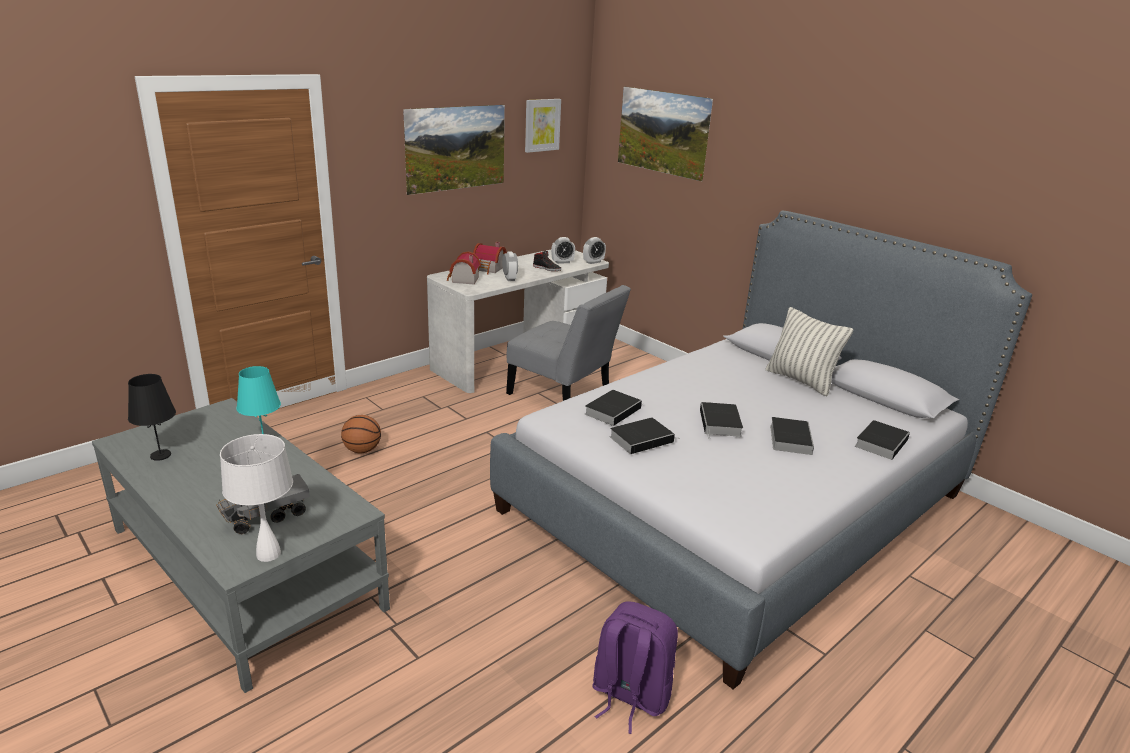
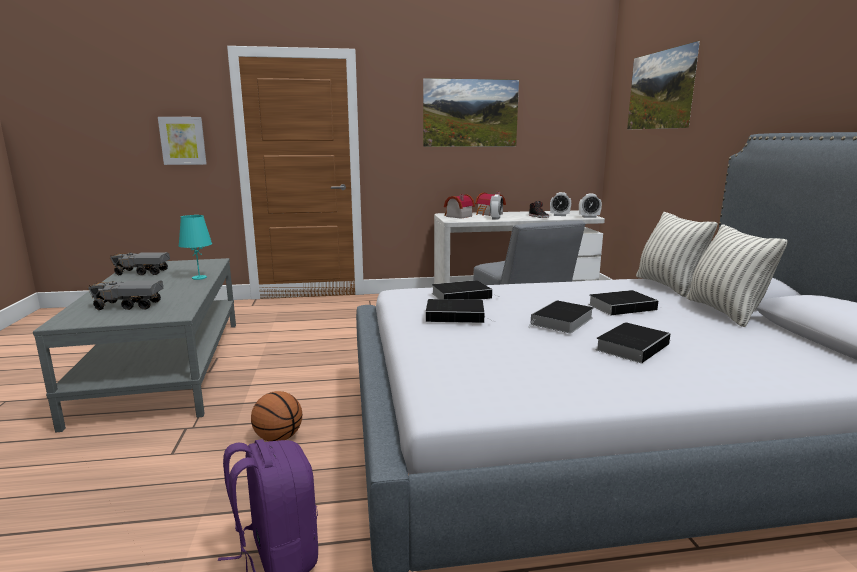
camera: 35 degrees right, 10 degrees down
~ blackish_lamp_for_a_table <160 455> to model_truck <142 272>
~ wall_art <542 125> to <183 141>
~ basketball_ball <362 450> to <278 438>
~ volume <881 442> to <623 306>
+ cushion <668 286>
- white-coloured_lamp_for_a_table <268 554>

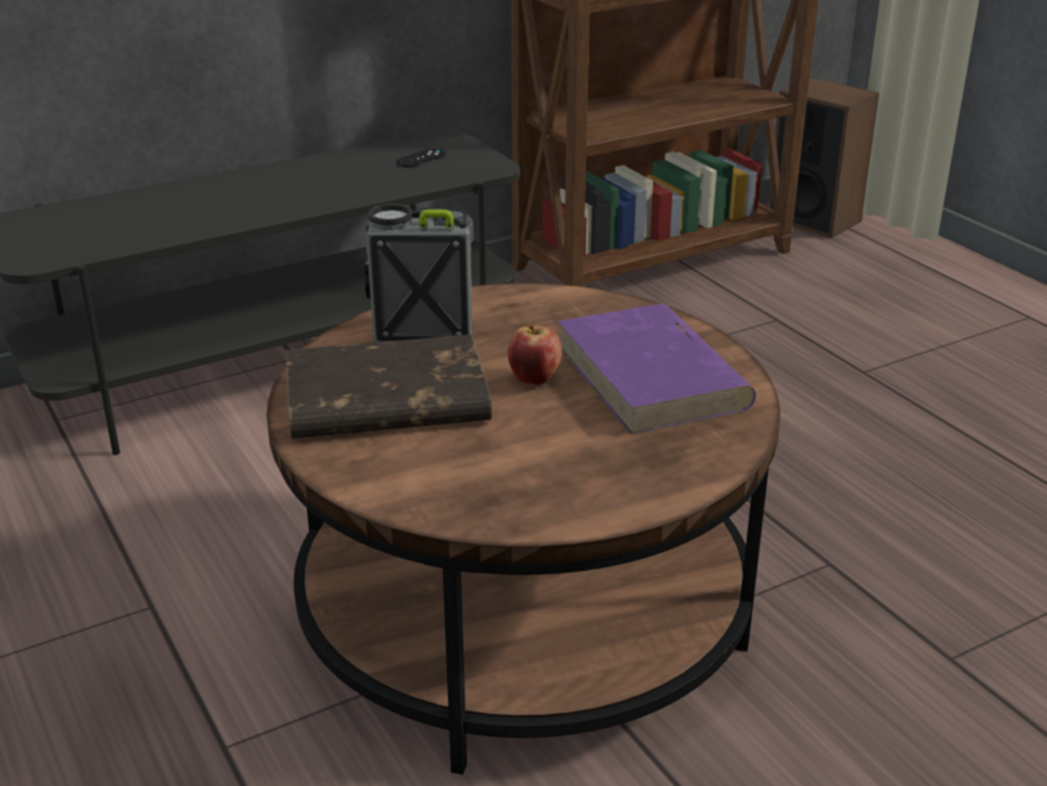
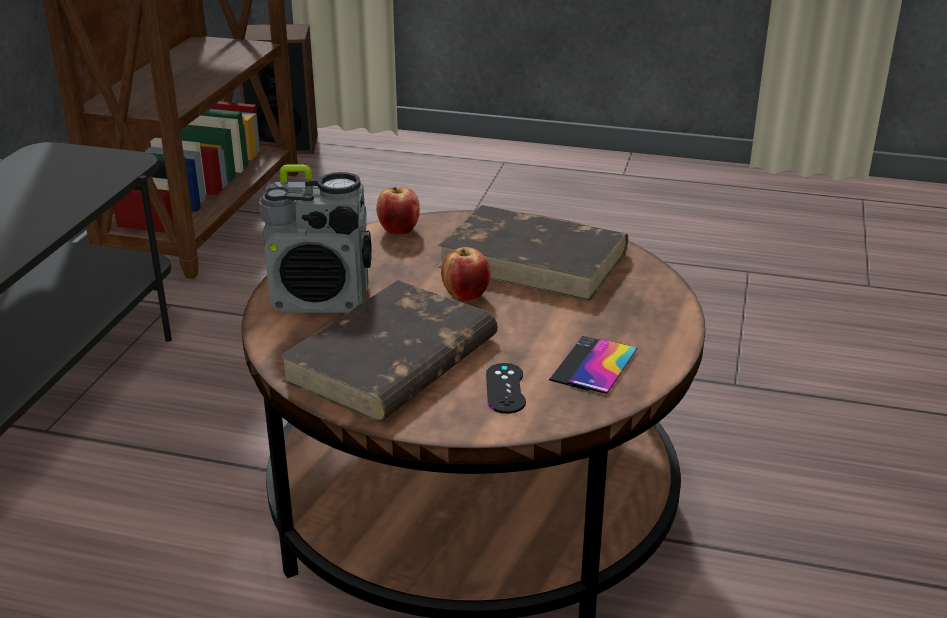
camera: 45 degrees left, 0 degrees up
~ radio <423 330> = <321 299> 135 degrees counterclockwise
+ whole_apple <399 231>
~ purple_volume <652 377> to brownish_volume <535 260>
~ blackish_game_controller <421 158> to <505 388>
+ telephone <594 365>

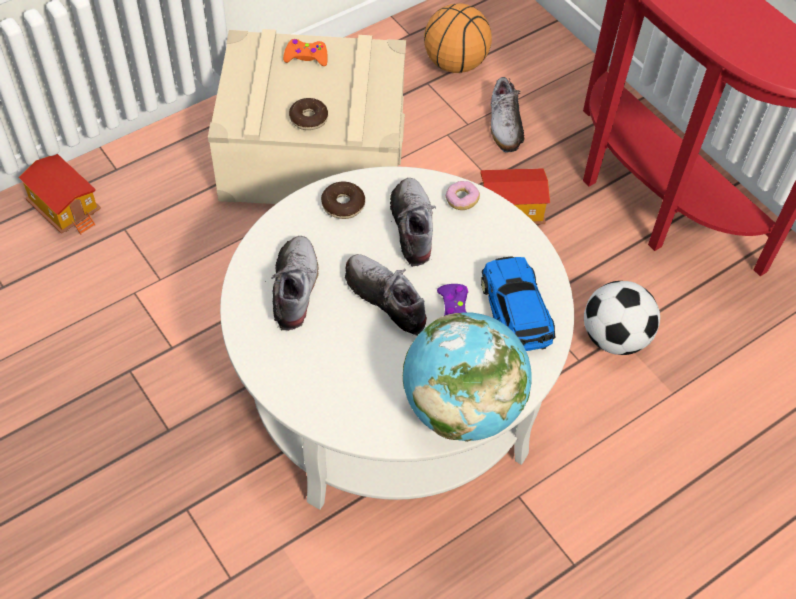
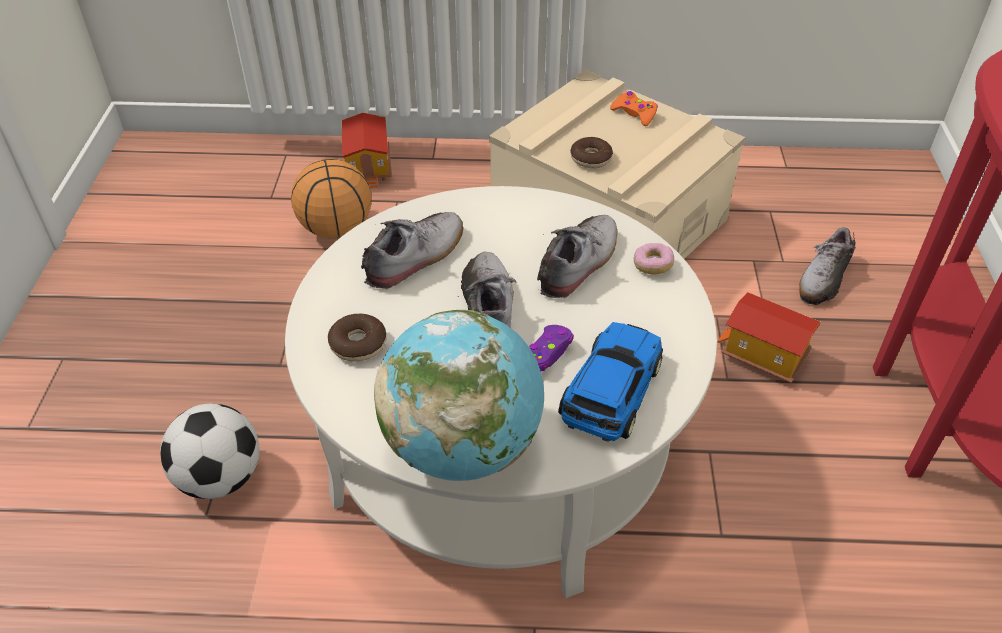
camera: 40 degrees right, 10 degrees down
~ football <614 337> to <220 478>
~ basketball_ball <455 64> to <335 229>
~ doughnut <343 205> to <358 344>

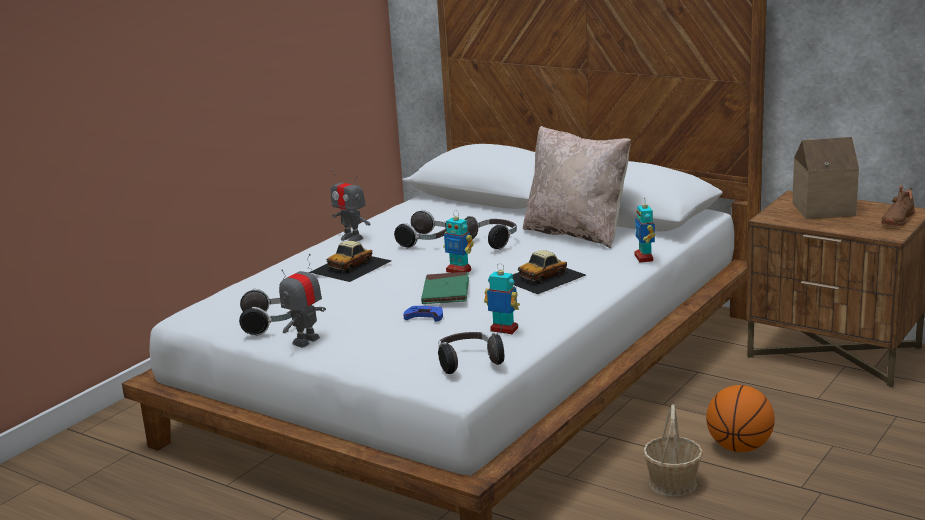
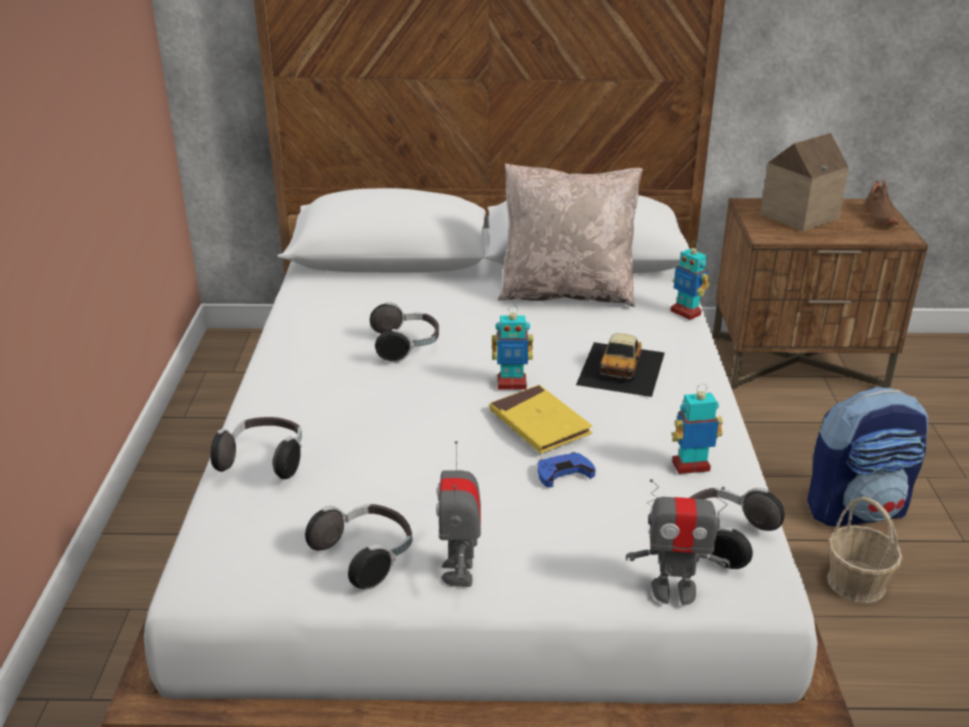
camera: 35 degrees left, 10 degrees up
~ headphones <492 241> to <264 460>
~ greenish_volume <446 292> to yellow-coloured_volume <539 423>
~ model_robot <351 238> to <674 591>
~ basketball_ball <739 447> to knapsack <856 509>
- toy_car <351 266>

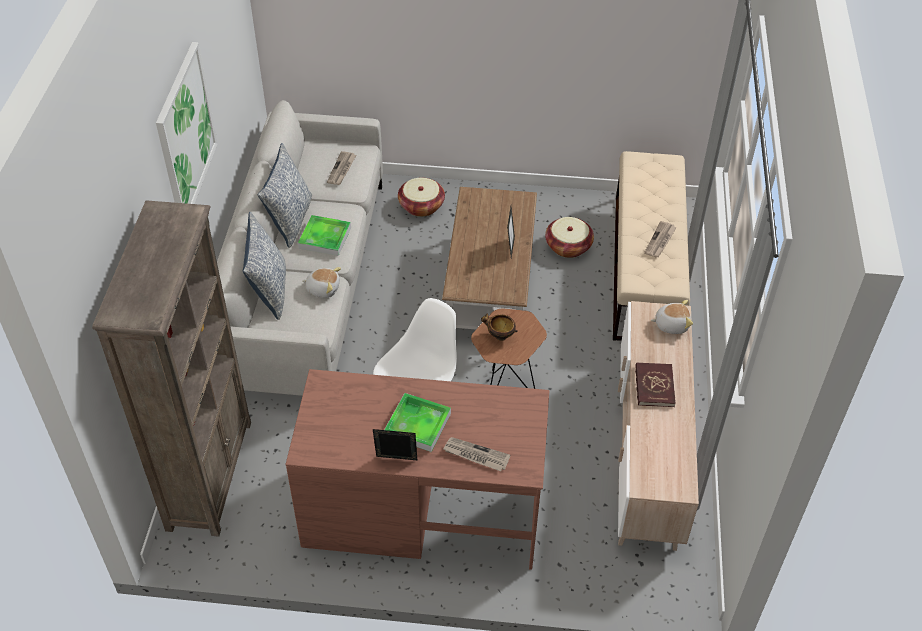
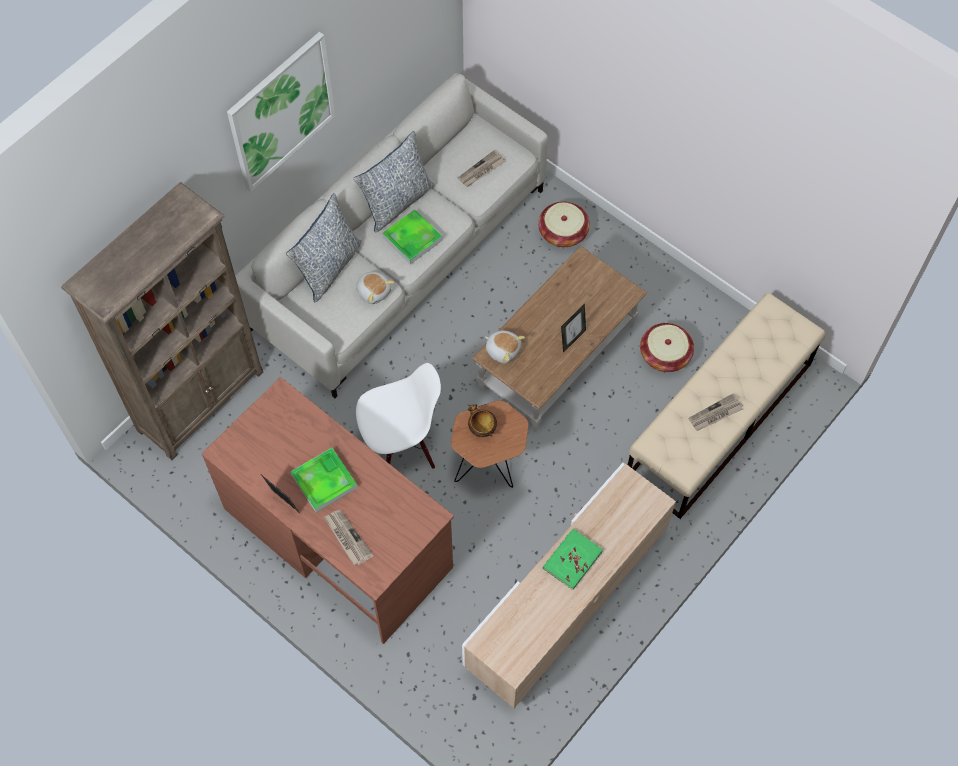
camera: 35 degrees right, 15 degrees up
~ soft_toy <671 324> to <503 350>
~ red-coloured_volume <654 386> to greenish_volume <572 560>

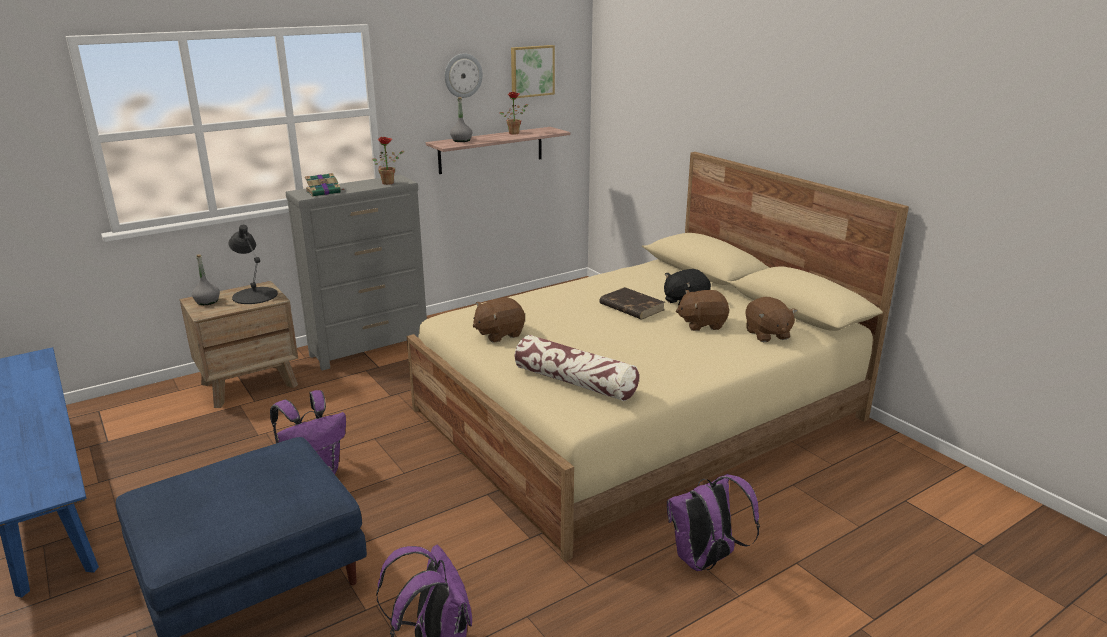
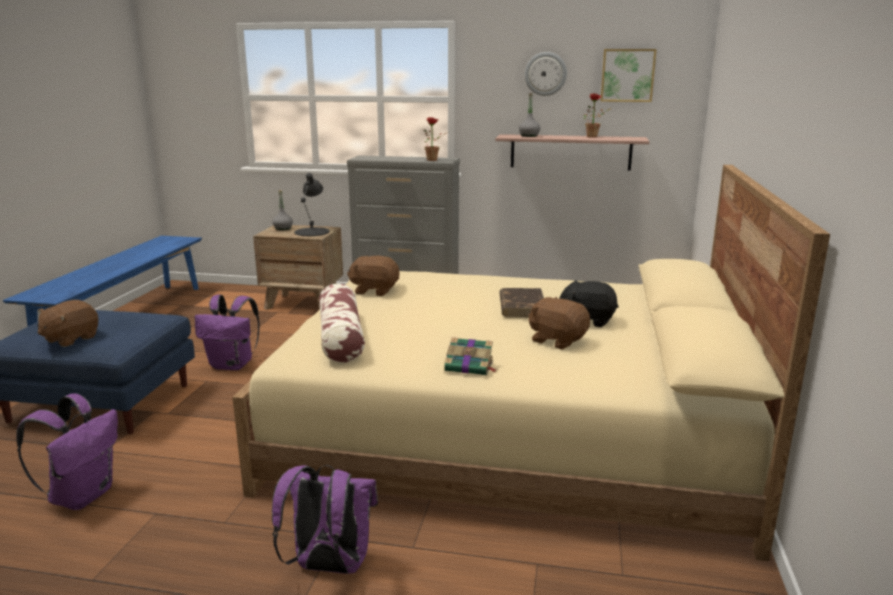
camera: 45 degrees right, 5 degrees down
~ brownish_soft_toy <767 334> to <70 339>
~ volume <324 192> to <470 366>

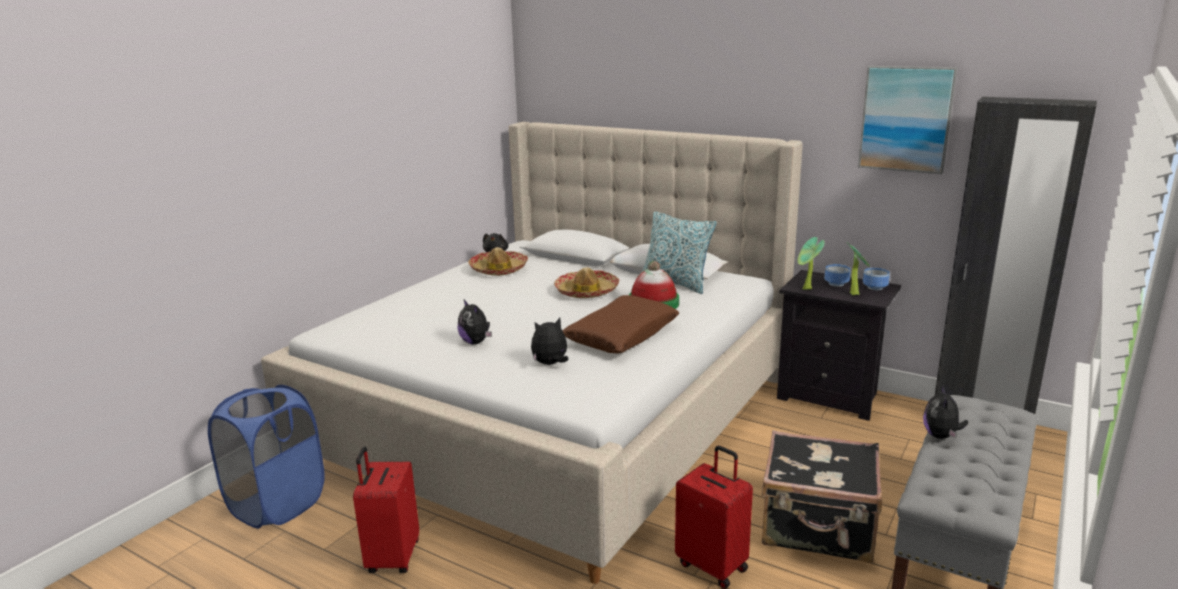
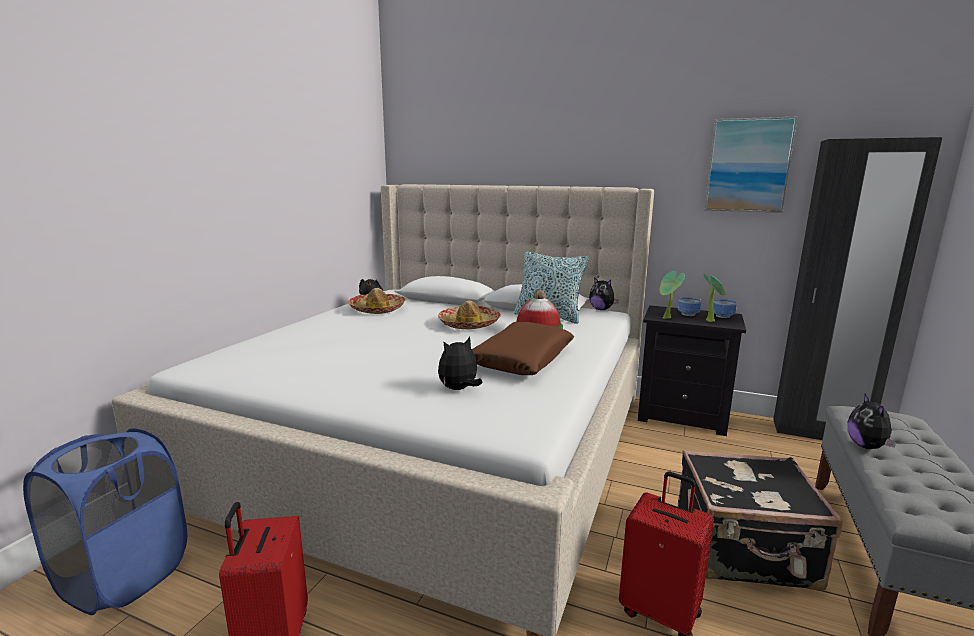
camera: 10 degrees left, 5 degrees down
~ soft_toy <476 342> to <601 309>

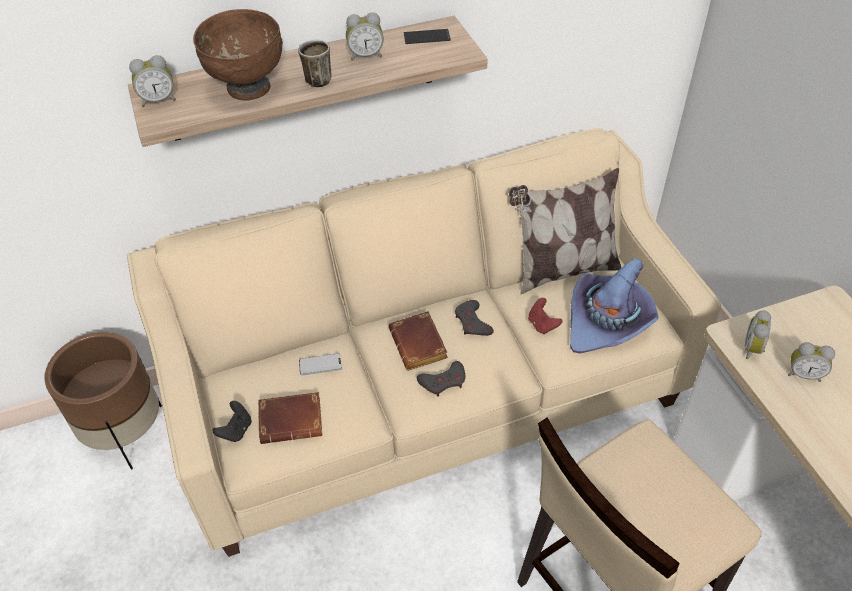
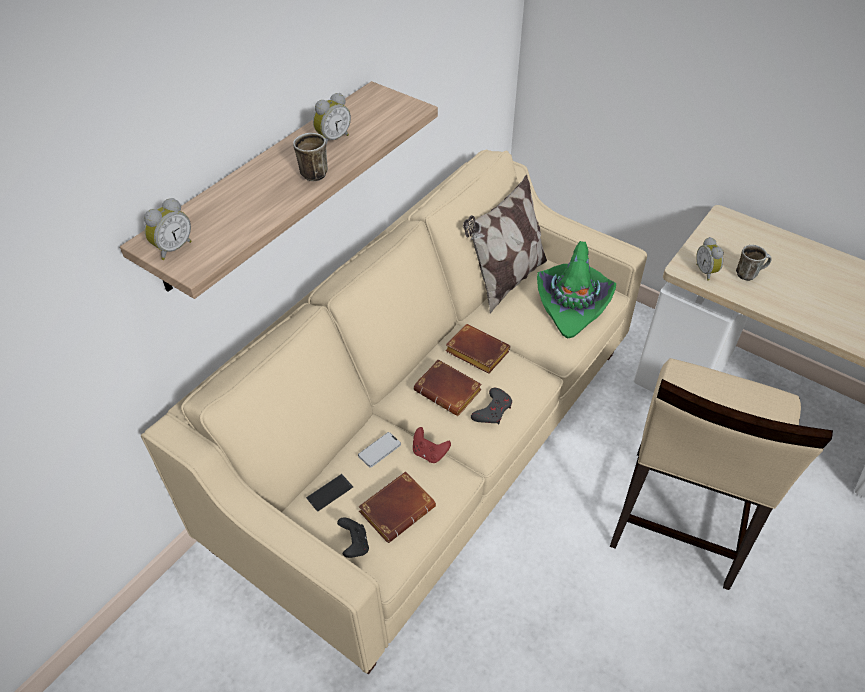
camera: 35 degrees left, 0 degrees up
~ telephone <427 37> to <329 492>
~ red-coloured_game_controller <542 324> to <429 453>
~ greyish_game_controller <472 322> to brownish_volume <475 352>
~ purple_wearable_hat <608 321> to greenish_wearable_hat <572 303>
~ bedside_clock <803 374> to mug <749 274>
- brownish_flower_pot <126 433>
- brownish_bowl <247 89>

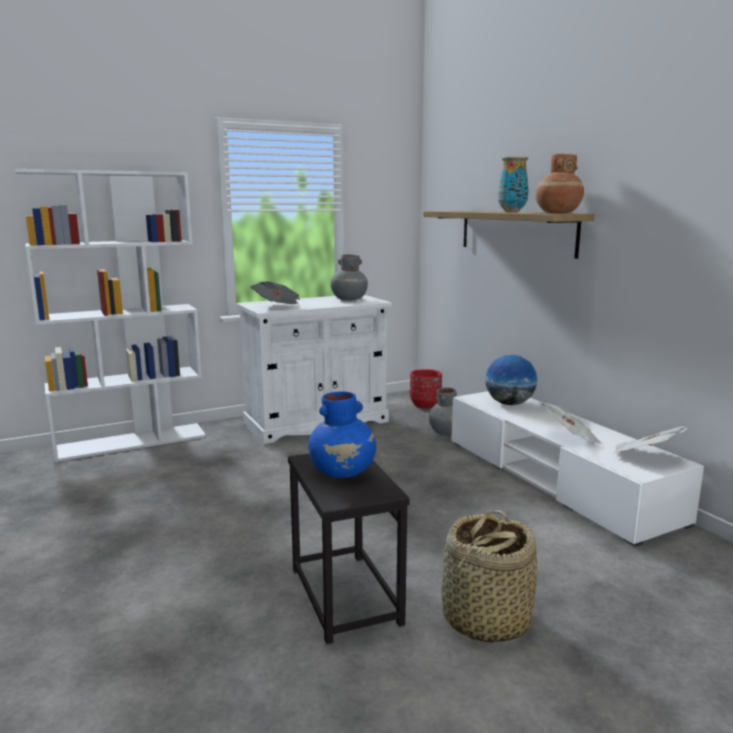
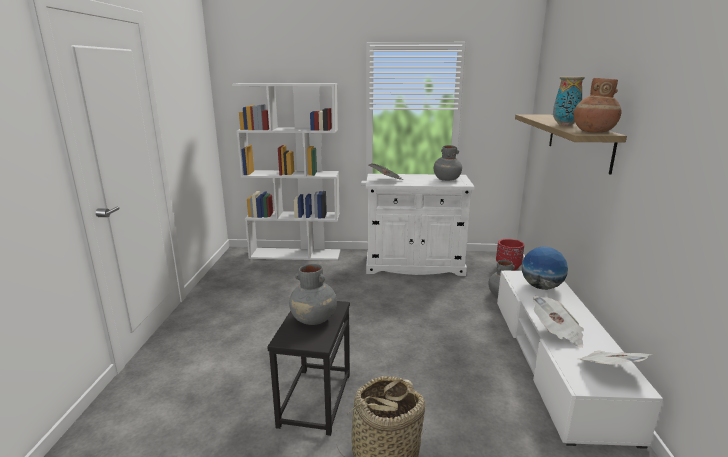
camera: 30 degrees right, 5 degrees up
~ bluish_decorative_vase <343 472> to greyish_decorative_vase <314 319>

